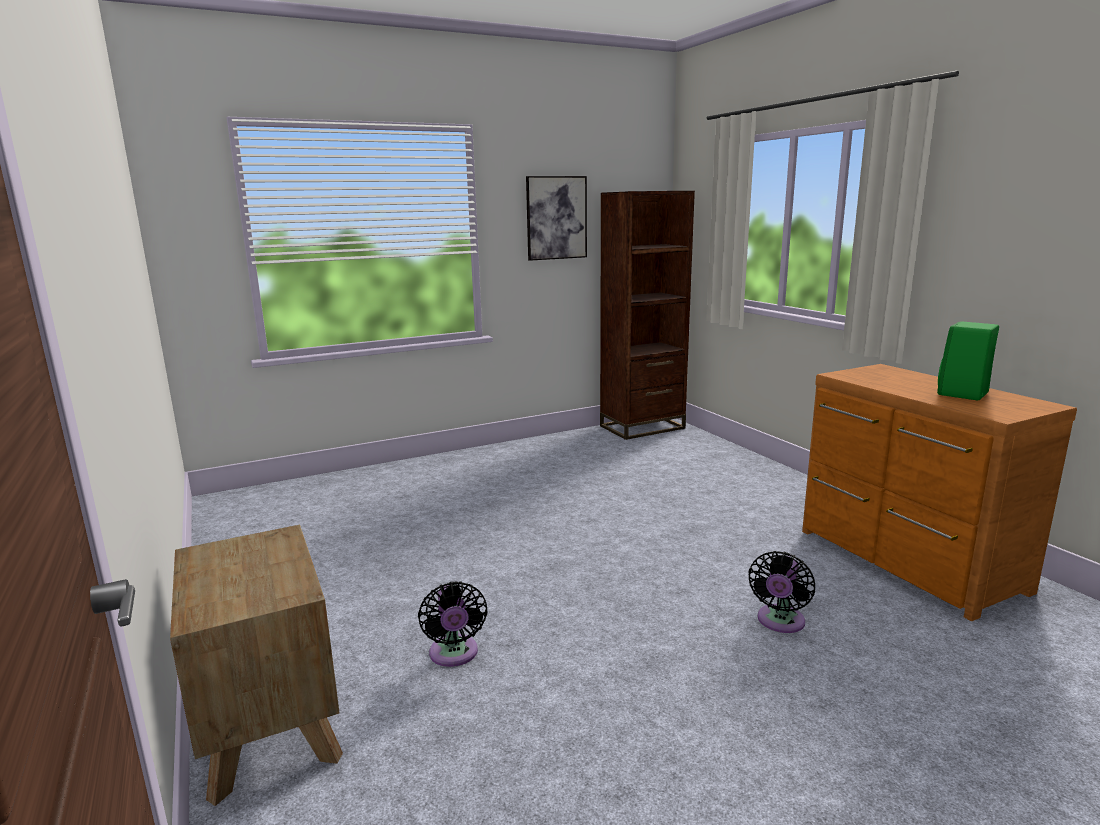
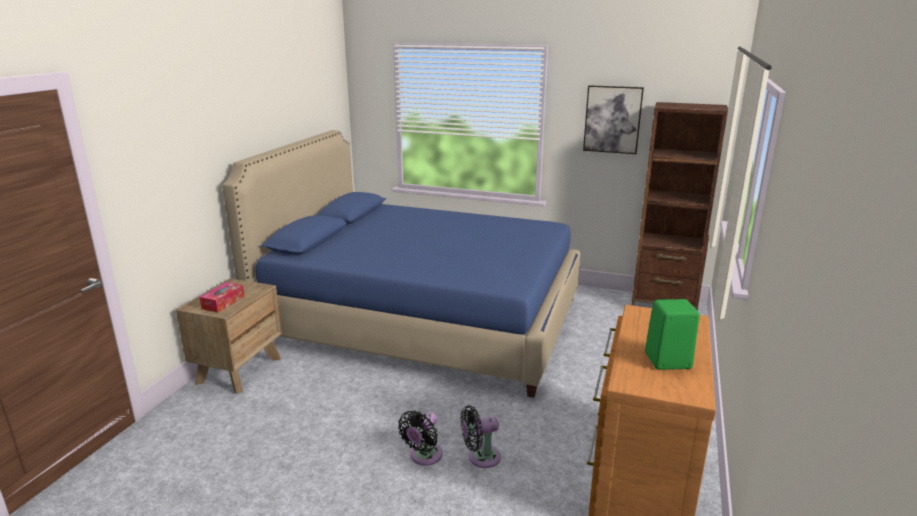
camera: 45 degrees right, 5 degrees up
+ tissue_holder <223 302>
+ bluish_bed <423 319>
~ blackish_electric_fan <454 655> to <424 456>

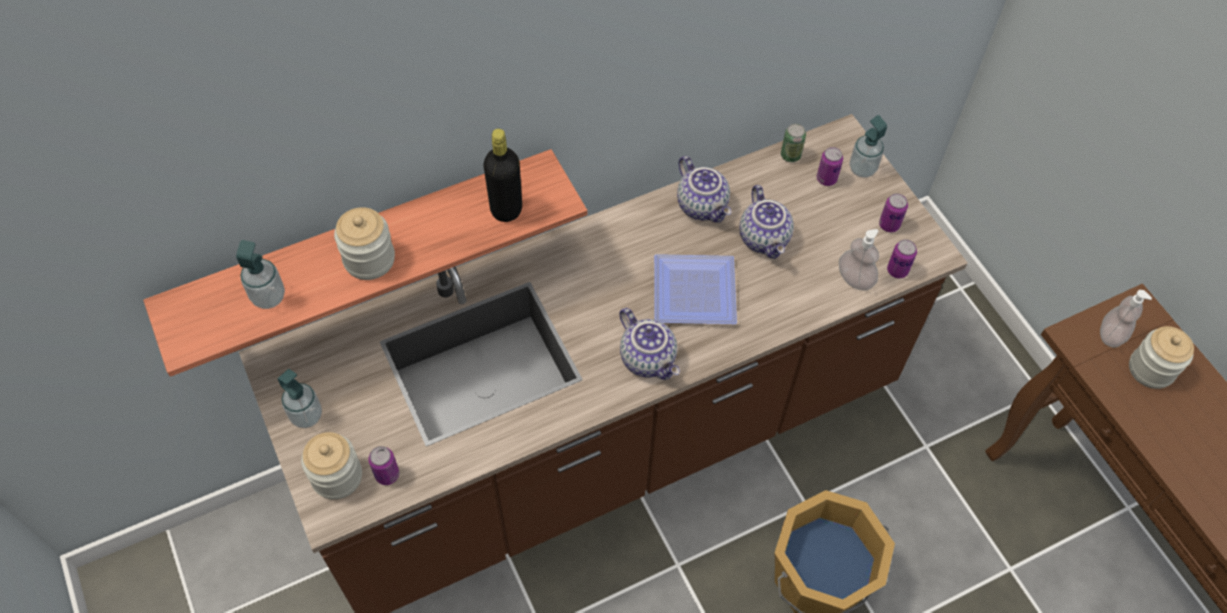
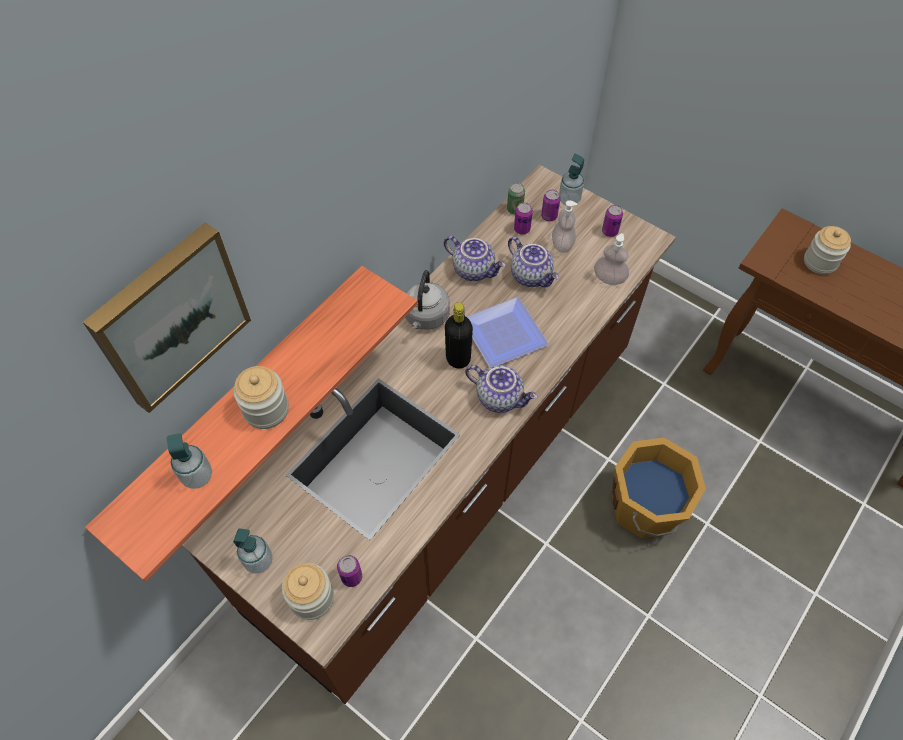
camera: 25 degrees left, 0 degrees up
+ wall_art <169 316>
+ greyish_water_kettle <426 317>
~ blackish_drink_bottle <506 209> to <458 358>
~ sealed_can <897 270> to <522 229>
~ soap_bottle <1111 334> to <562 244>

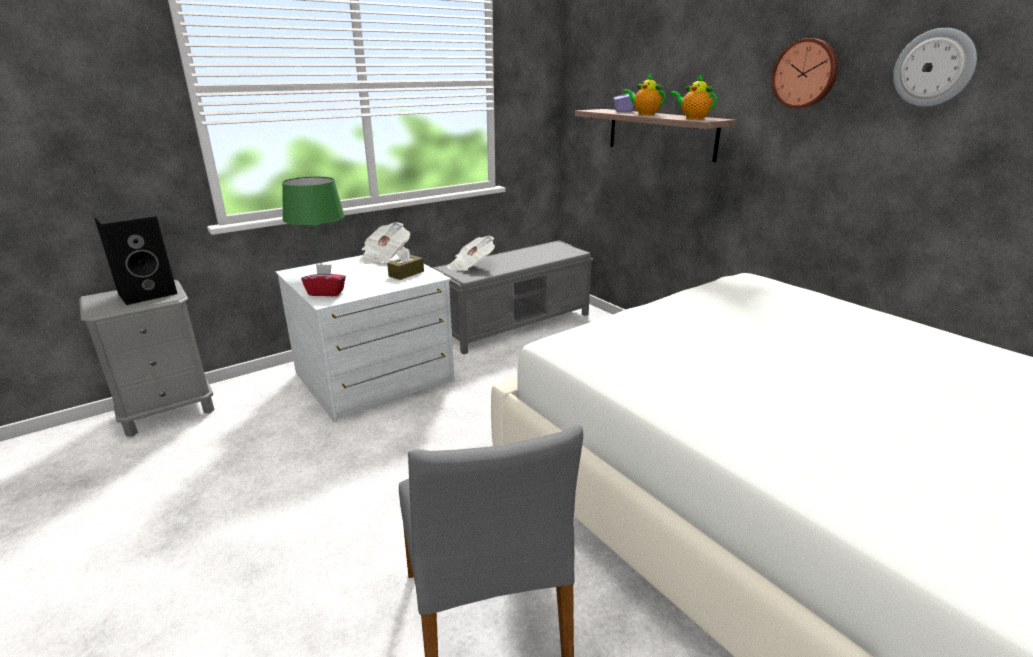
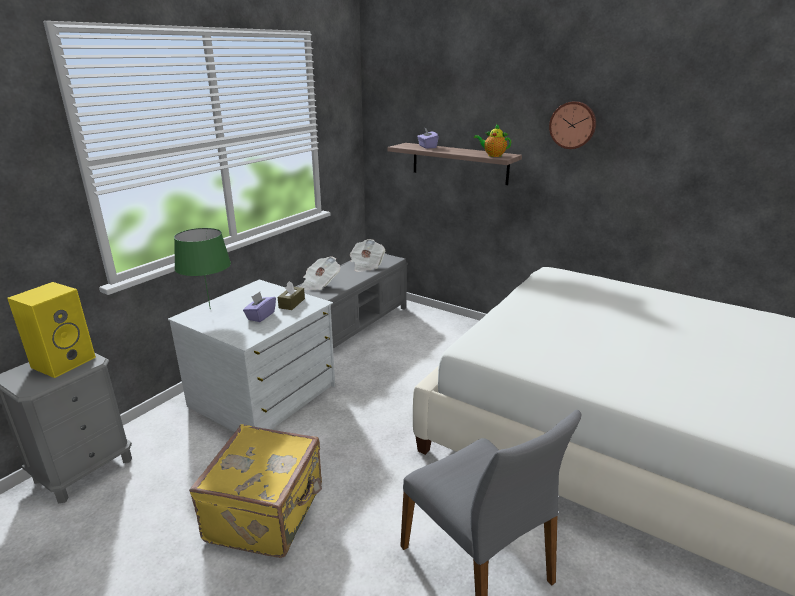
camera: 20 degrees left, 0 degrees up
~ blackish_loudspeaker <149 293> to yellow-coloured_loudspeaker <64 361>
+ yellow-coloured_piece_of_luggage <267 513>
+ purple_tissue_holder <260 316>
~ printed_paper <384 257> to <366 265>
- red-coloured_tissue_holder <326 293>
- pot_for_tea <644 114>
- hanging_clock <934 68>

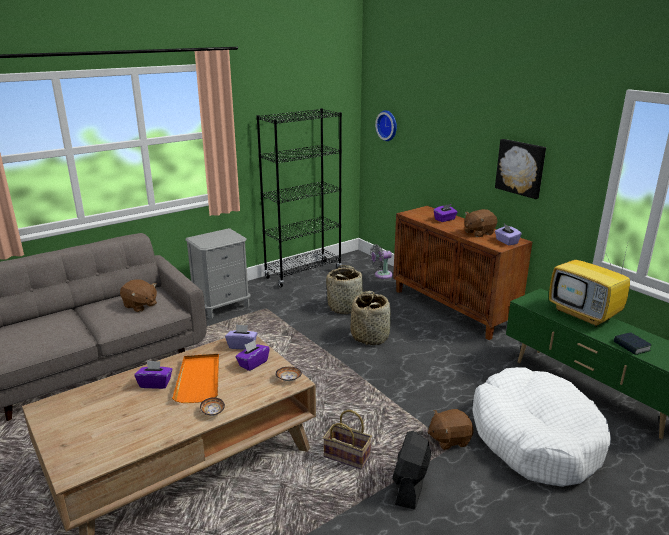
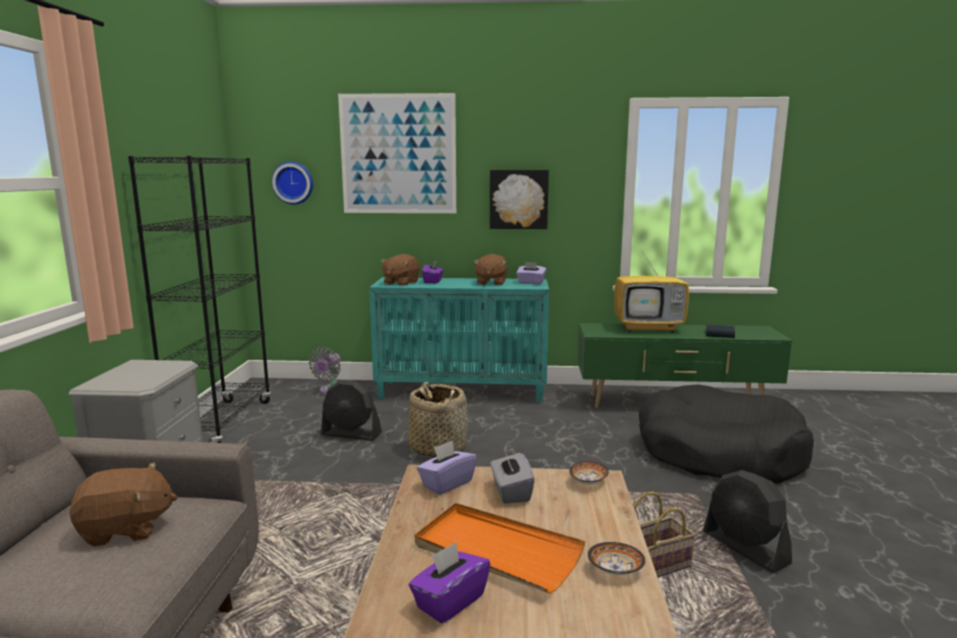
camera: 50 degrees left, 10 degrees down
~ storage_basket <345 307> to blackish_electric_fan <351 434>
+ wall_art <398 154>
~ brownish_cupboard <453 308> to turquoise_cupboard <463 391>
~ brownish_soft_toy <449 439> to <400 283>
~ purple_tissue_holder <253 363> to greyish_tissue_holder <510 492>
~ white-coloured_pet_bed <535 438> to blackish_pet_bed <719 453>

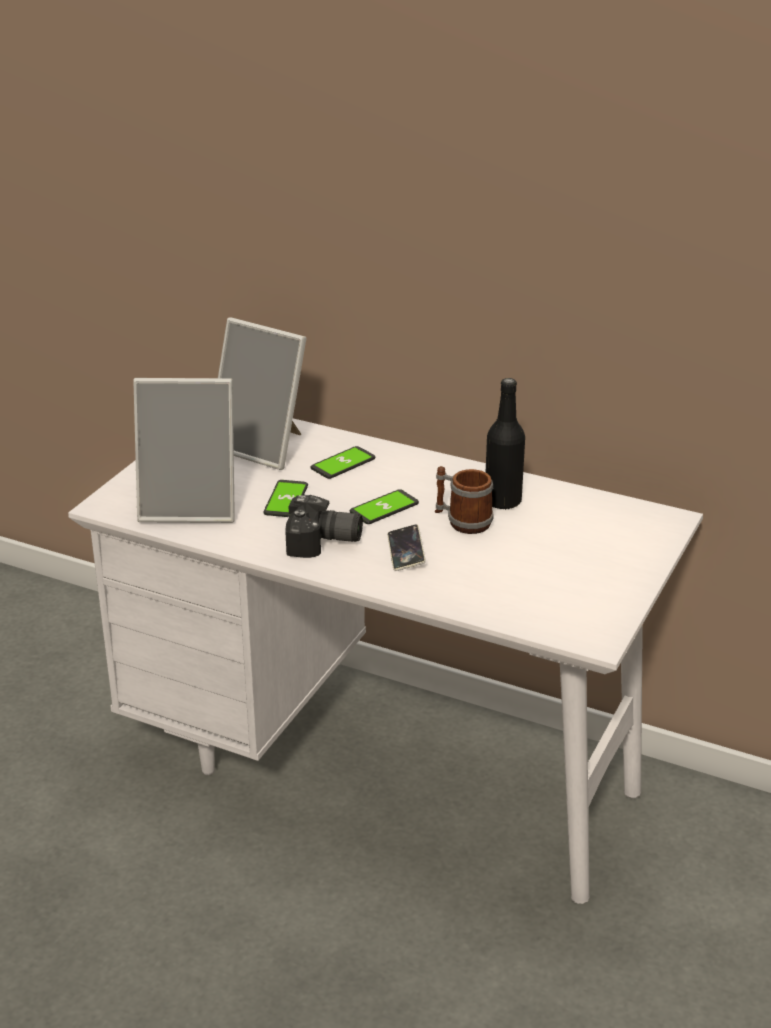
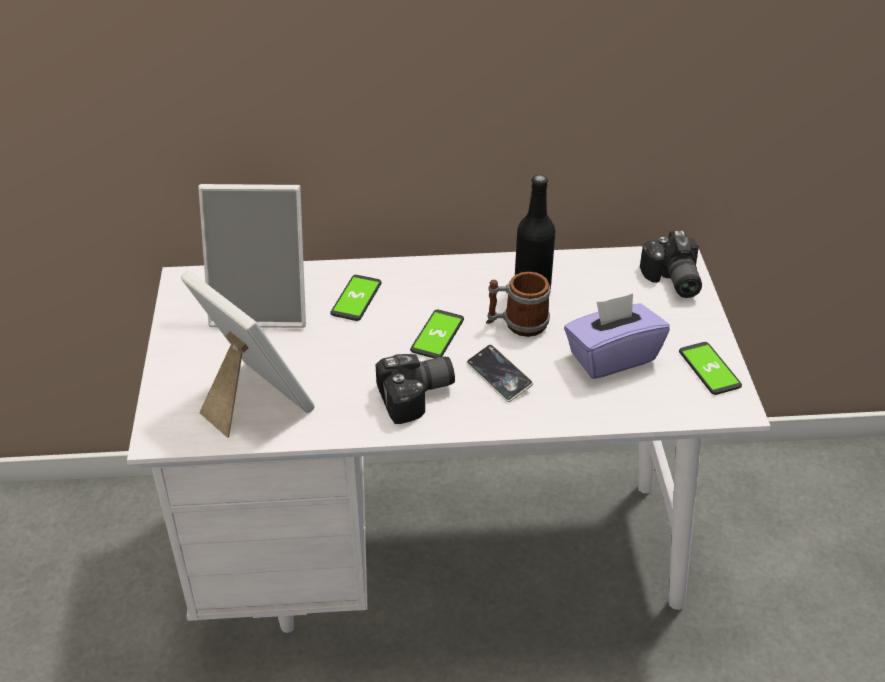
camera: 30 degrees left, 10 degrees up
~ standing_frame <191 505> = <251 402> 105 degrees counterclockwise
+ purple_tissue_holder <611 357>
+ photo_camera <671 281>
~ telephone <286 500> to <709 369>

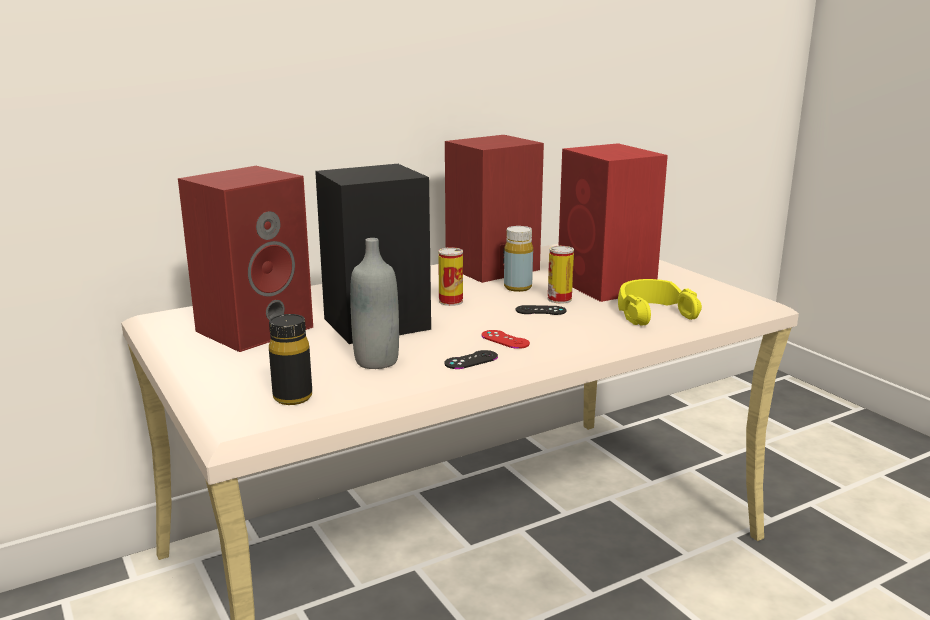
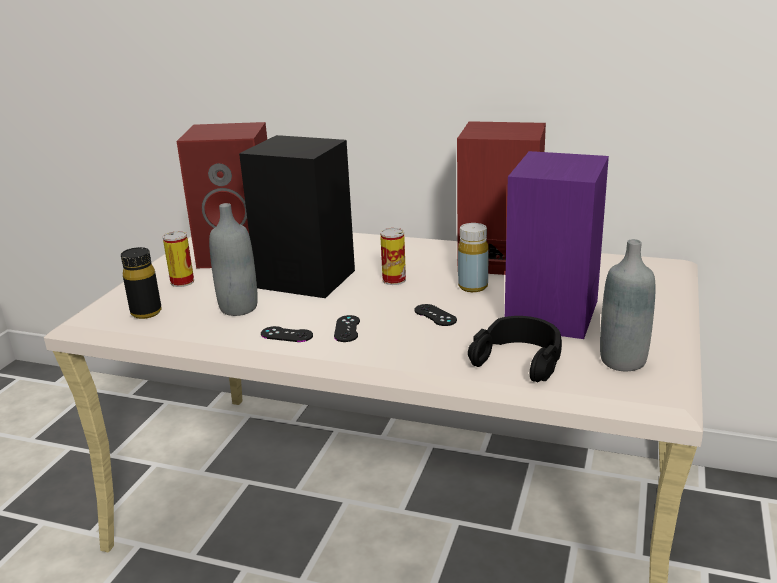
camera: 50 degrees right, 5 degrees up
~ sealed_can <559 299> to <182 282>
~ red-coloured_game_controller <505 339> to blackish_game_controller <347 329>
~ yellow-coloured_headphones <653 313> to blackish_headphones <519 359>
~ red-coloured_loudspeaker <607 286> to purple_loudspeaker <551 315>
+ greyish_drink_bottle <622 361>

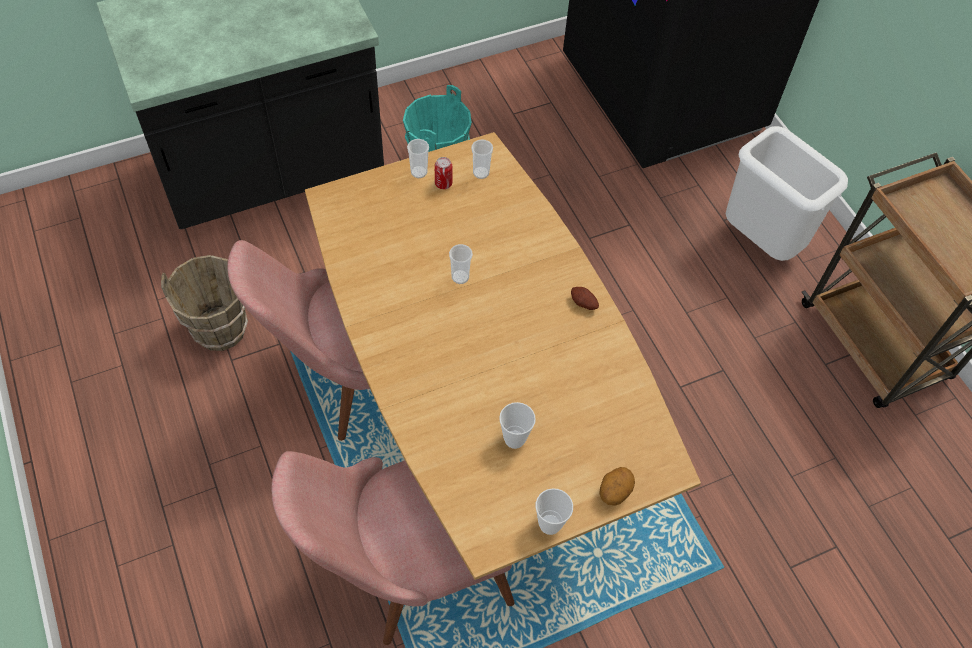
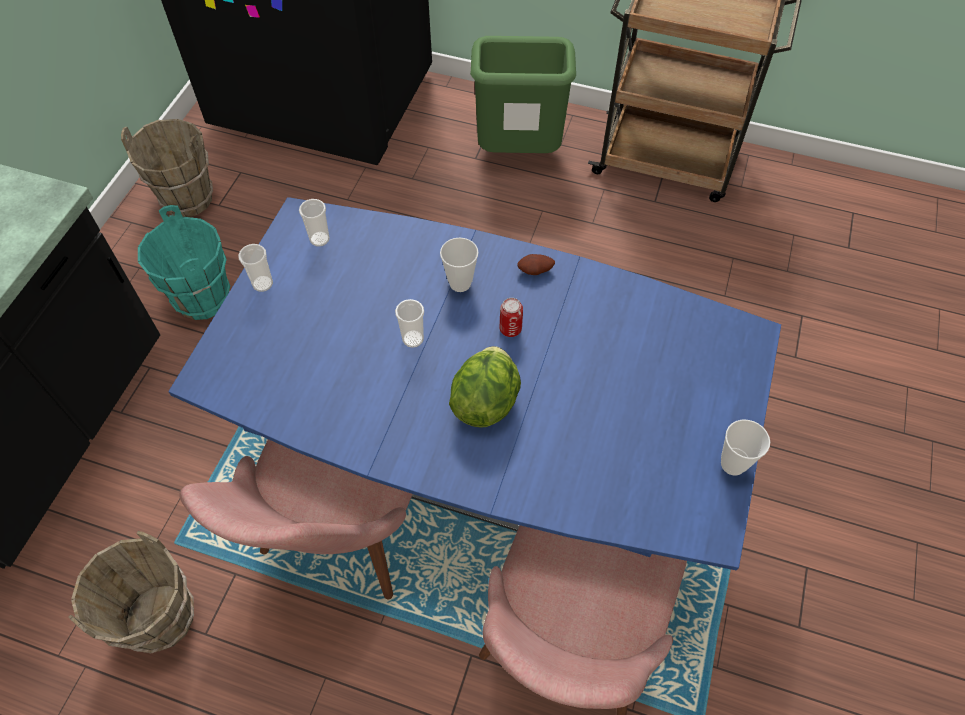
camera: 45 degrees left, 0 degrees up
+ brownish_bucket <188 199>
~ brownish_dinner_table <480 422> to bluish_dinner_table <482 467>
~ small_cup <514 439> to <460 283>
+ lettuce <486 401>
~ white-coloured_trash_can <760 243> to greenish_trash_can <519 154>
~ sealed_can <443 183> to <510 329>
- spud <614 491>

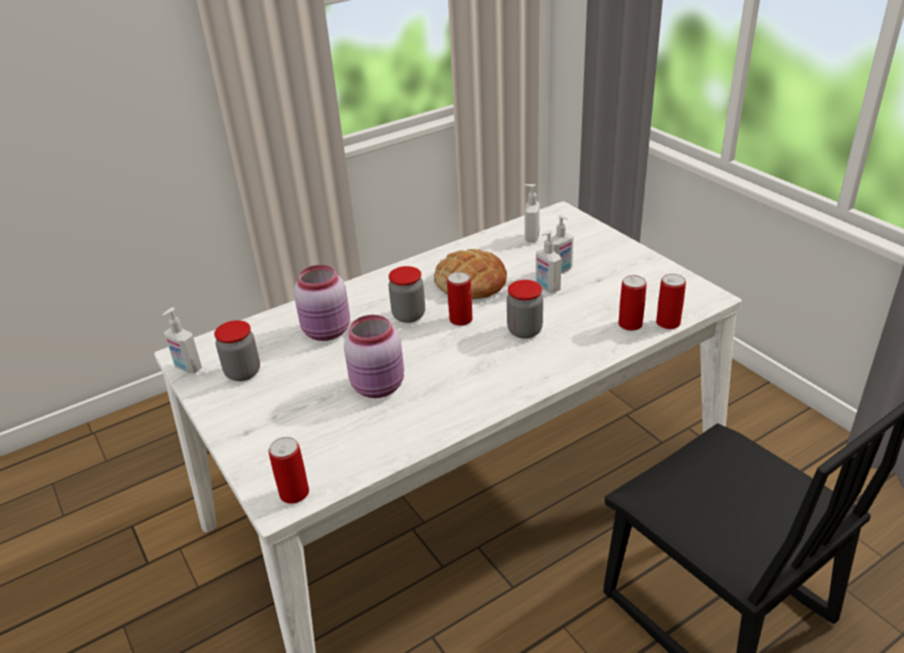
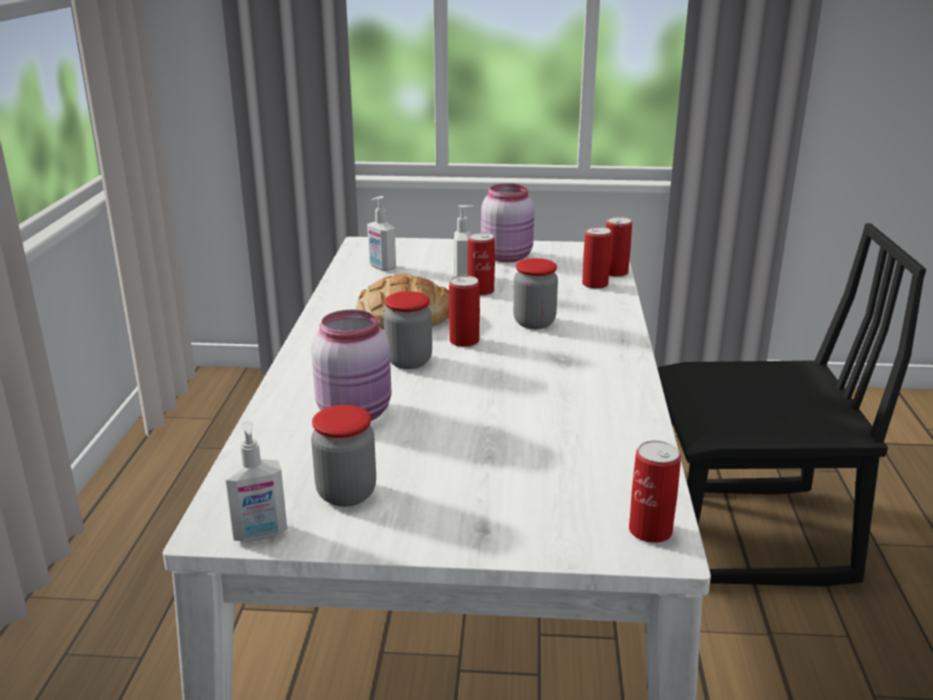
camera: 55 degrees left, 10 degrees down
~ soap_bottle <547 288> to sealed_can <481 291>
~ pink-coloured_jar <379 386> to <508 256>

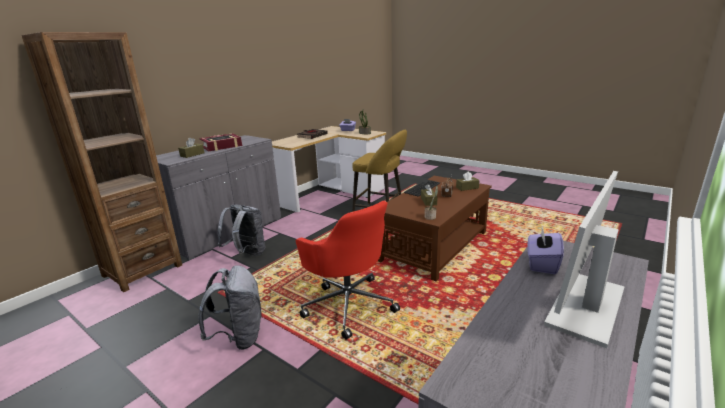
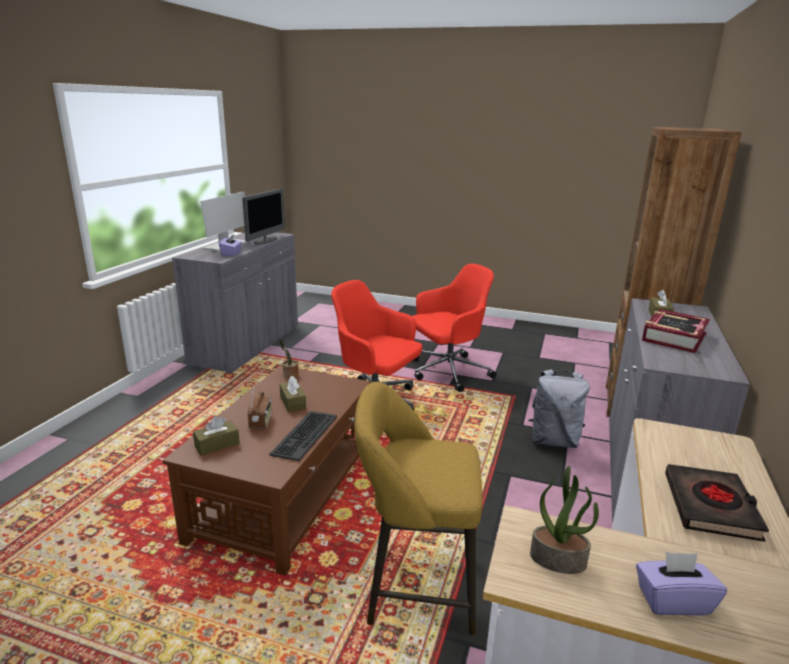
camera: 160 degrees right, 0 degrees up
+ monitor <266 240>
~ greyish_knapsack <239 337> to red-coloured_office_chair <447 372>

